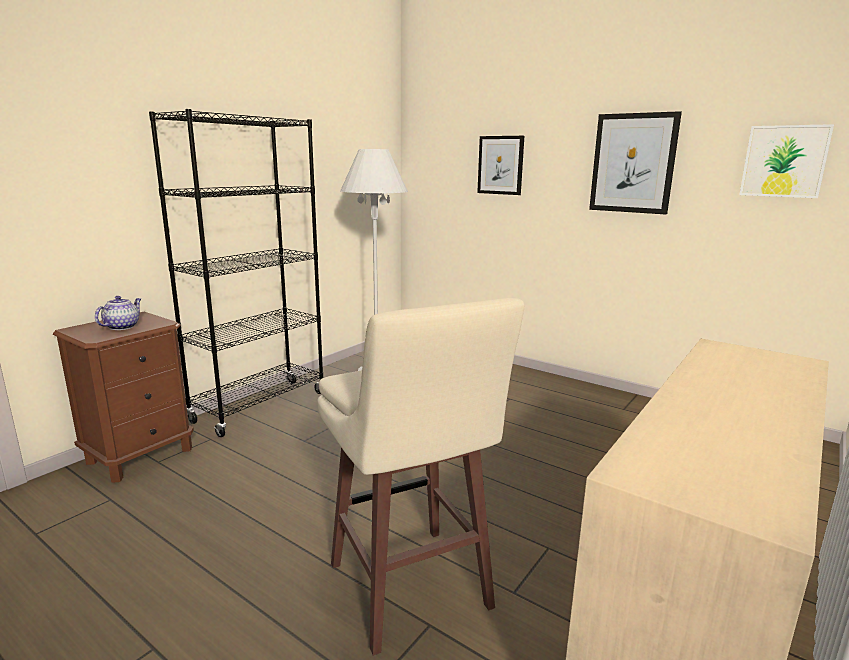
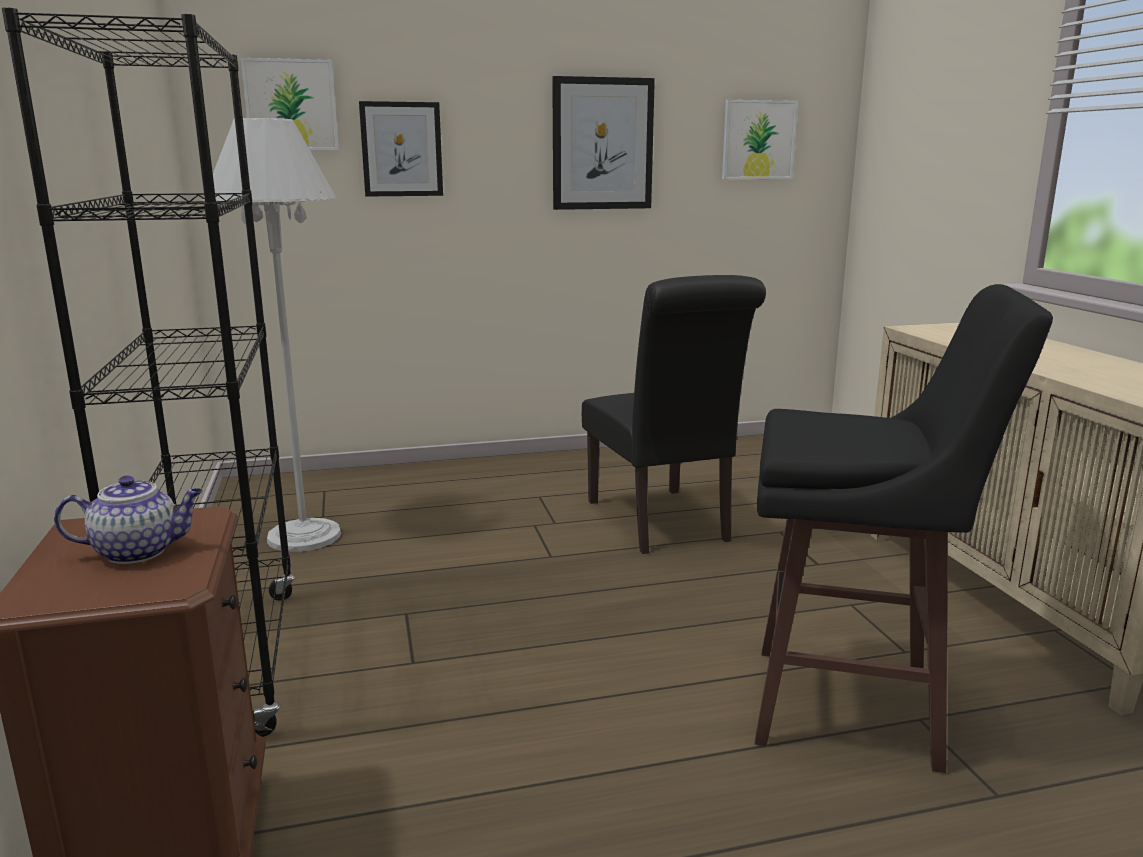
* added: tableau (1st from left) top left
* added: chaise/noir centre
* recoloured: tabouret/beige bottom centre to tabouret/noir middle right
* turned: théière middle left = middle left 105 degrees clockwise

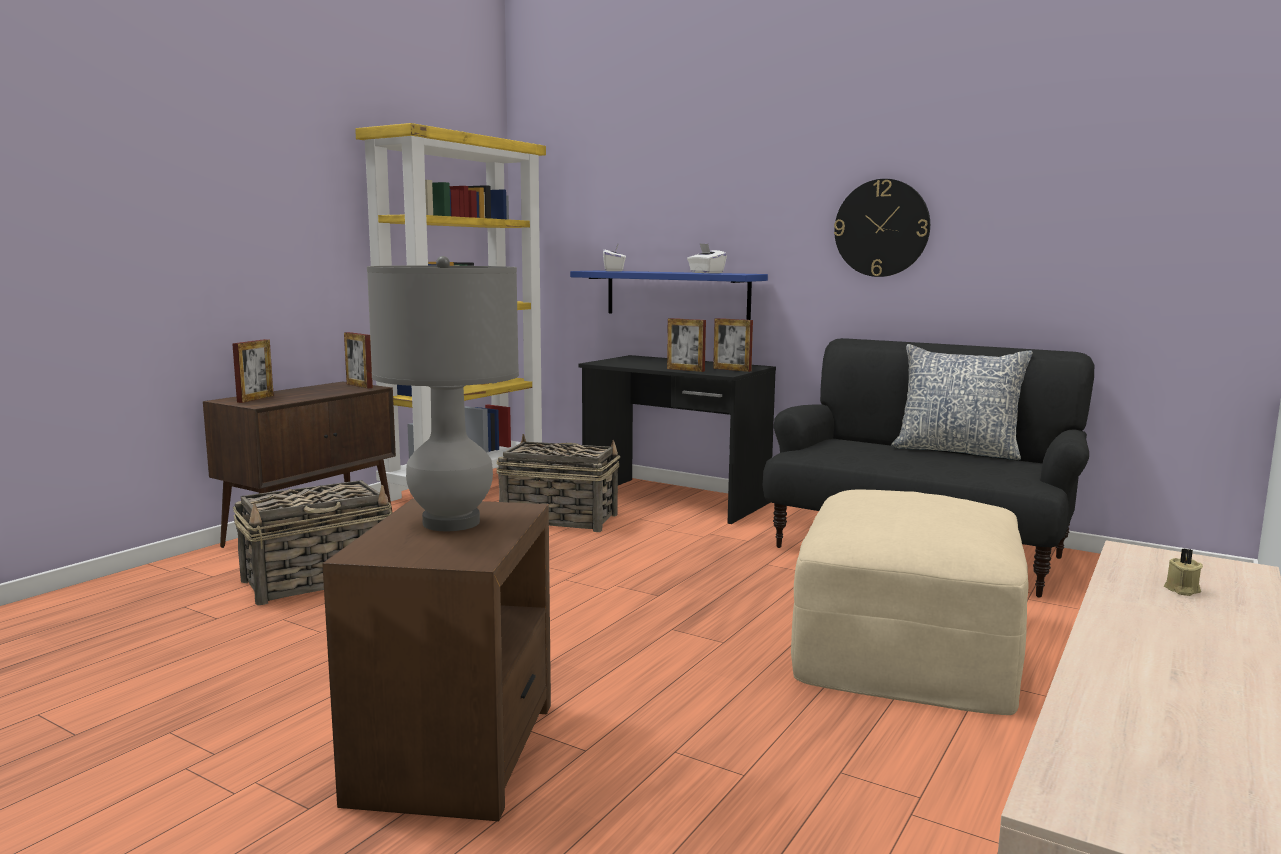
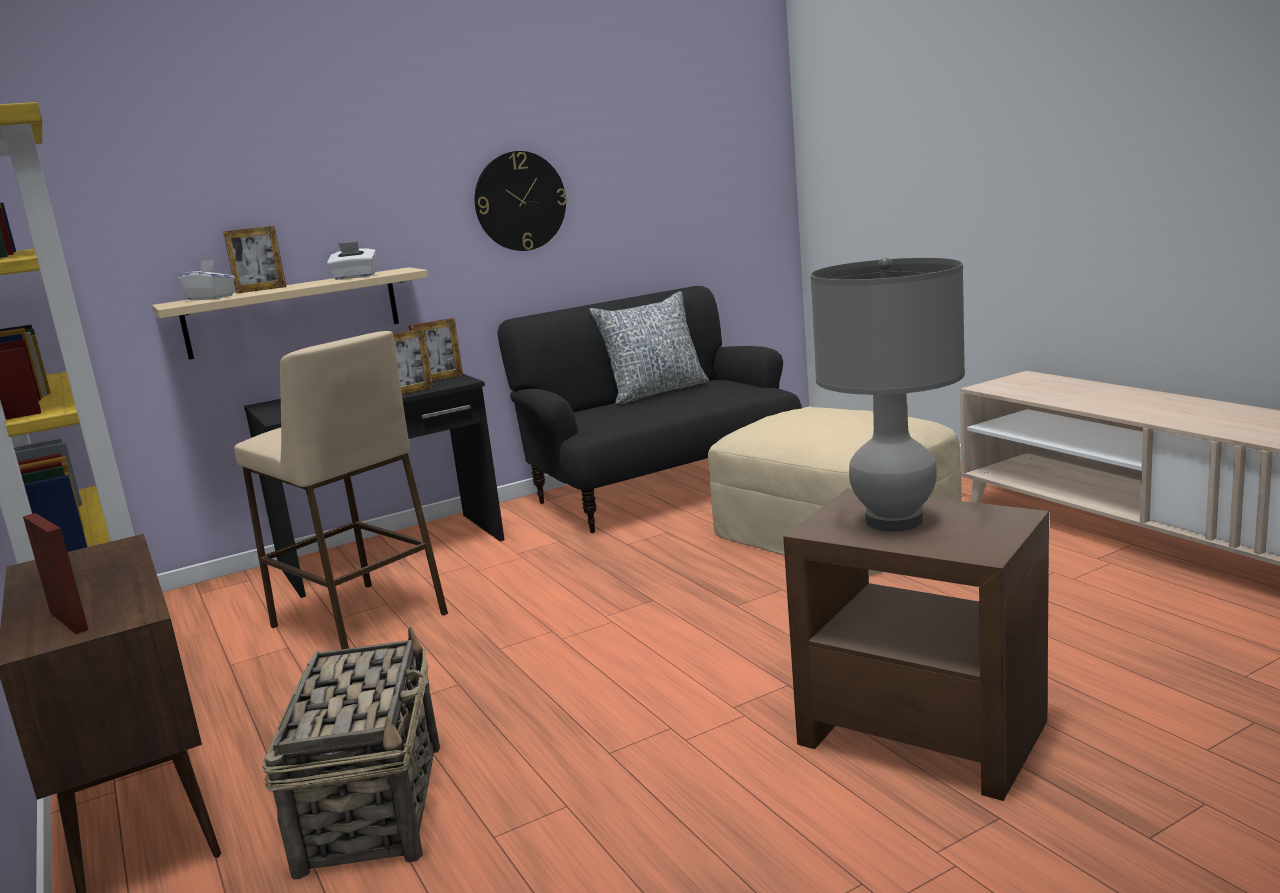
* removed: bougie/beige bottom right
* moved: cadre photo (2nd from left) middle left to top left
* replaced: panier (2nd from left) centre to tabouret/beige middle left
* recoloured: étagère/bleu centre to étagère/beige middle left

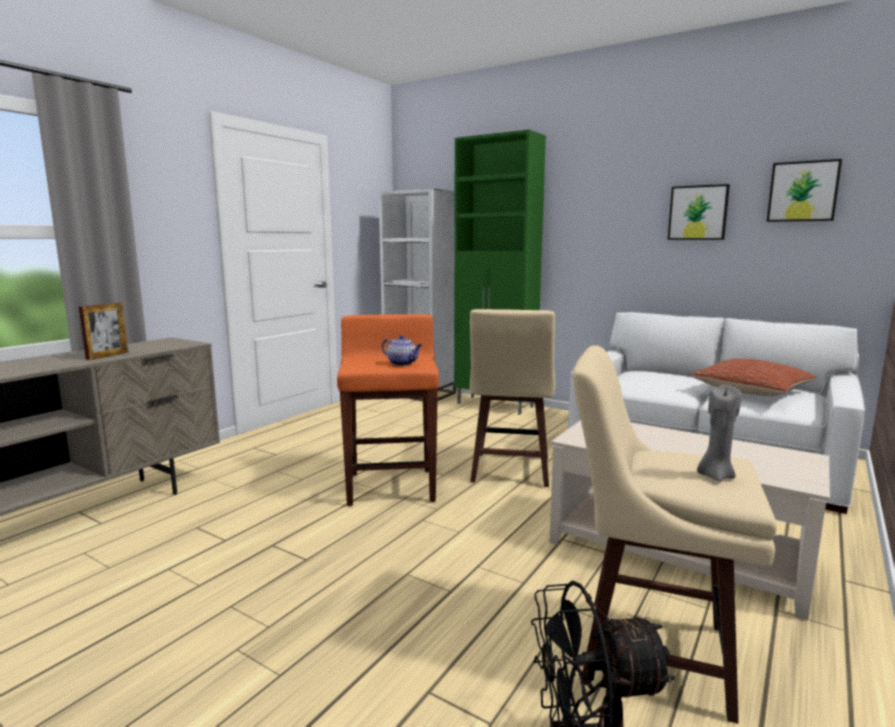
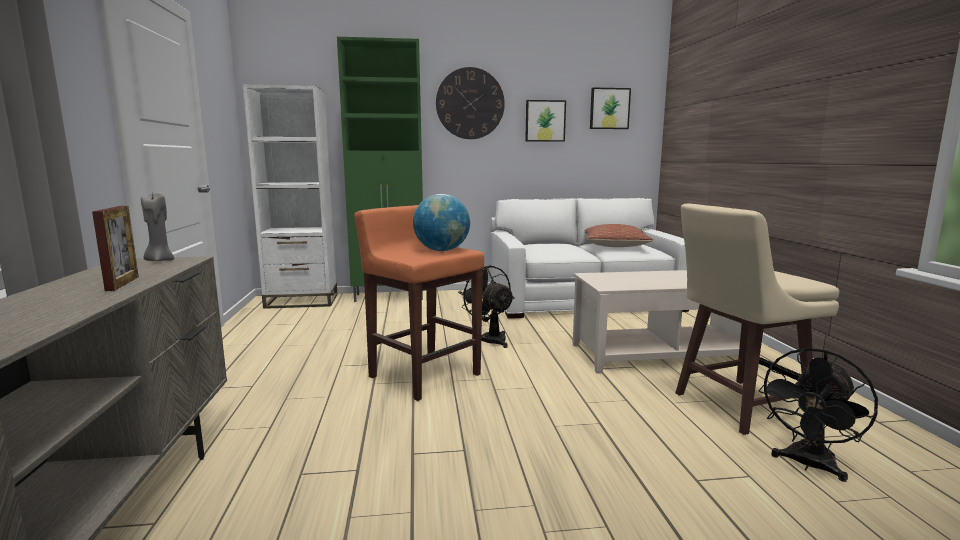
* added: horloge murale top centre
* moved: bougie/gris middle right to middle left
* replaced: théière centre to globe centre
* replaced: tabouret/beige (1st from left) centre to ventilateur/noir (1st from left) centre

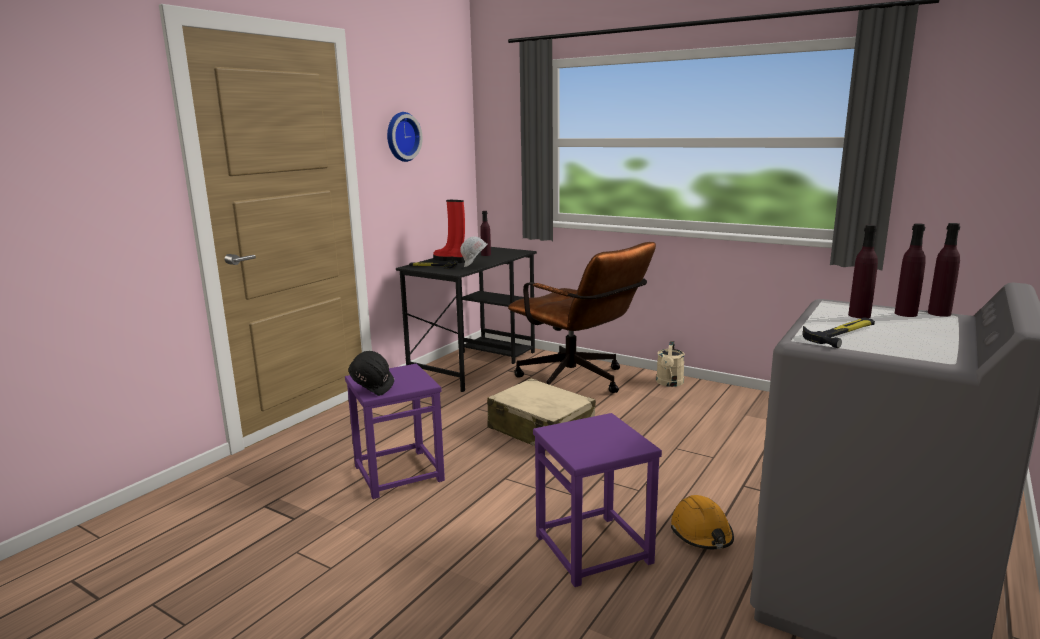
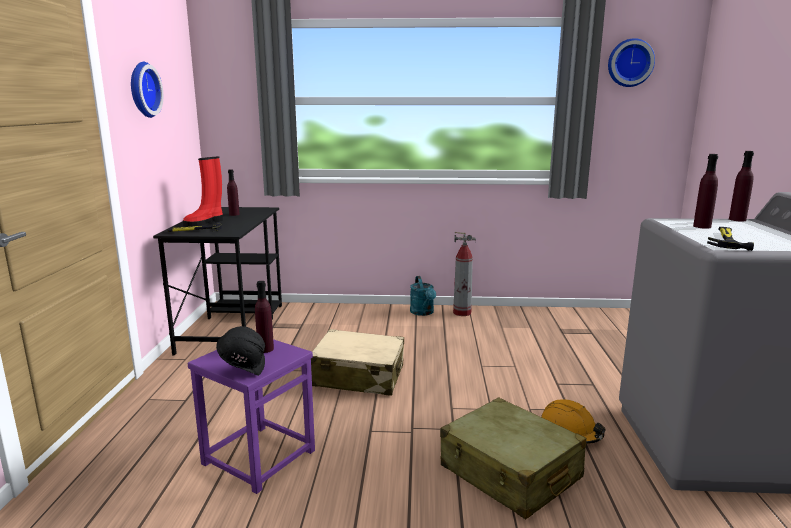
* removed: casque de chantier/blanc centre
* removed: chaise de bureau/marron centre
* added: extincteur centre
* added: horloge murale (2nd from left) top right
* moved: bouteille/violet (3rd from left in the first image) middle right to bouteille/violet (2nd from left) centre
* replaced: tabouret/violet (2nd from left) bottom centre to valise/beige (2nd from left) bottom centre
* recoloured: arrosoir/beige centre to arrosoir/turquoise centre
* turned: botte/rouge centre = middle left 60 degrees counterclockwise

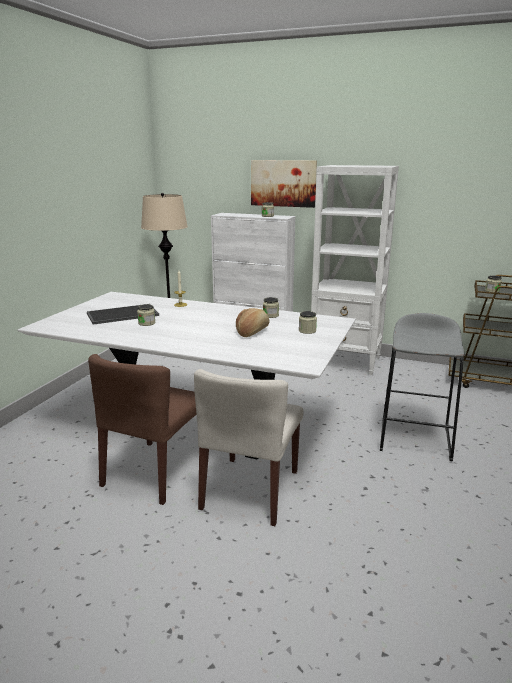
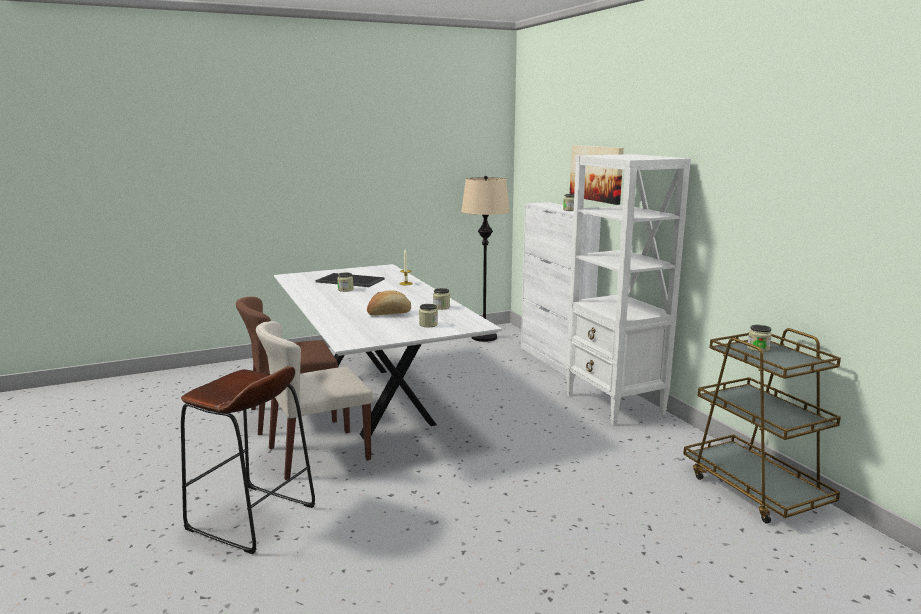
* removed: tabouret/gris middle right
* added: tabouret/marron bottom left

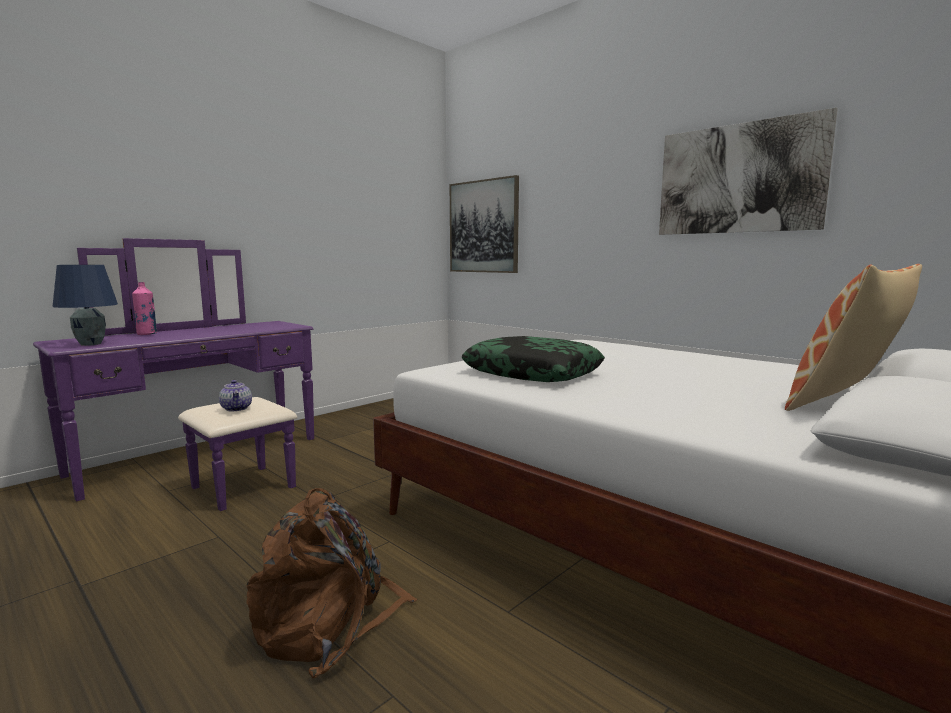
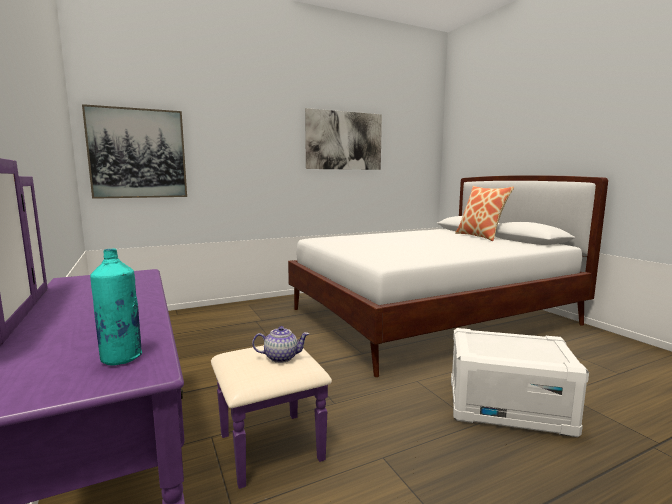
* removed: bouteille/rose middle left
* removed: coussin (1st from left) centre
* replaced: lampe de table/bleu middle left to bouteille/turquoise middle left
* replaced: sac à dos/marron bottom centre to boîte de rangement/blanc bottom right

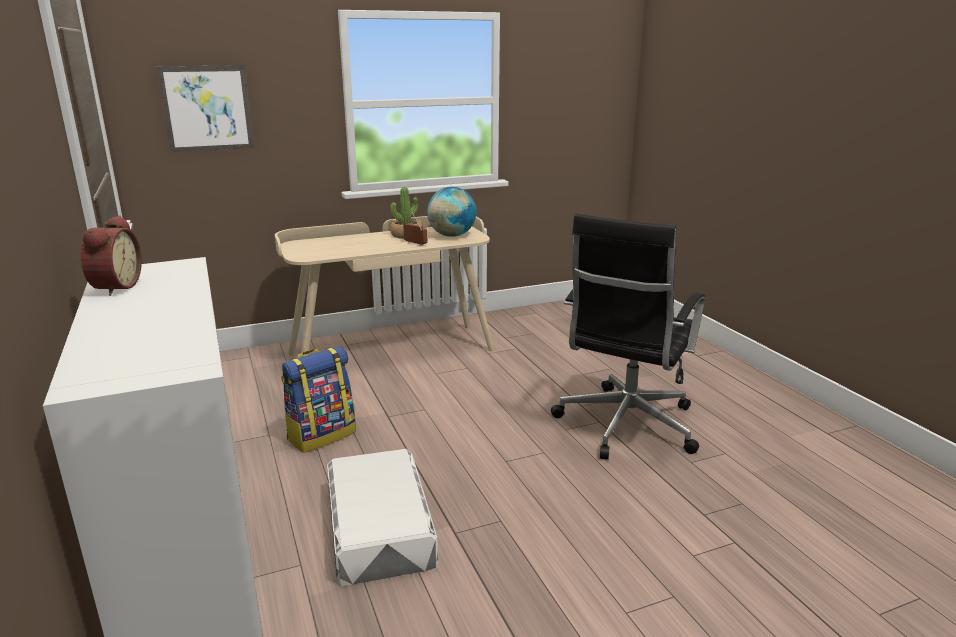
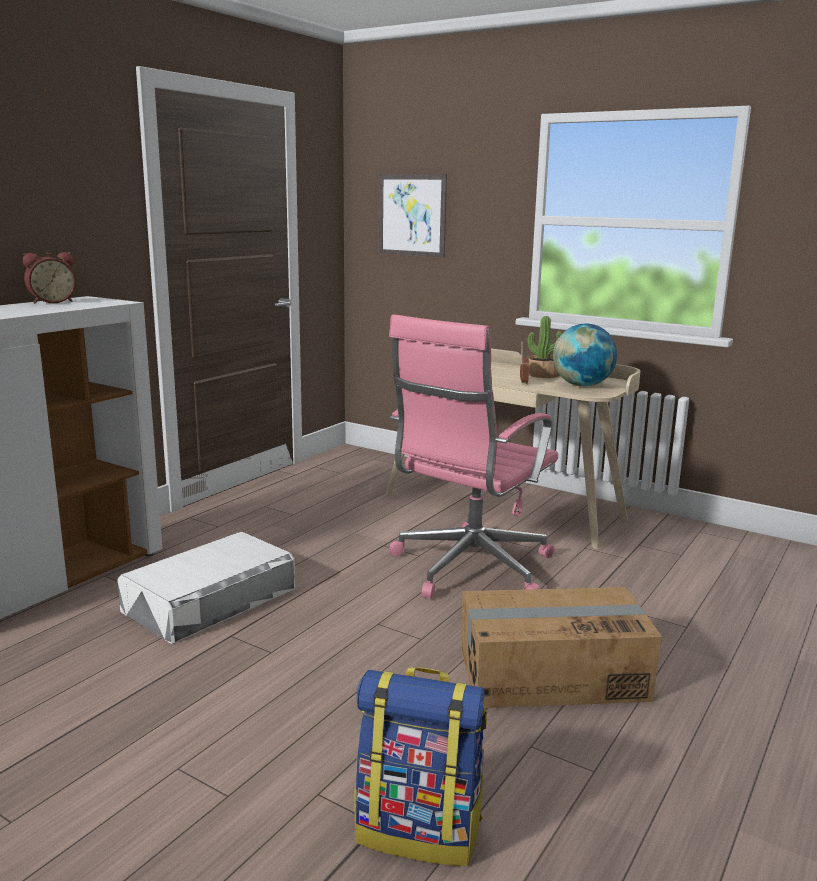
* added: chaise de bureau/rose centre
* moved: sac à dos middle left to bottom centre
* replaced: chaise de bureau/noir centre to carton bottom right

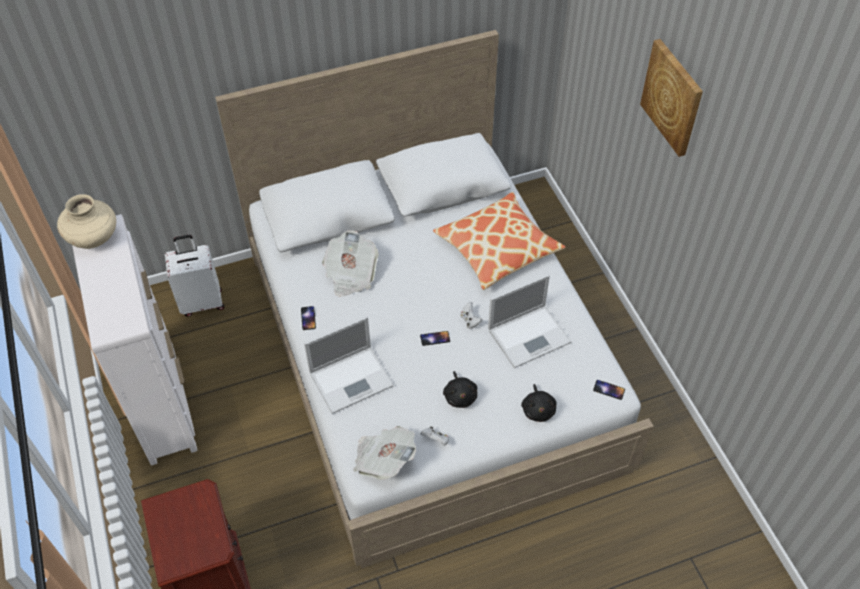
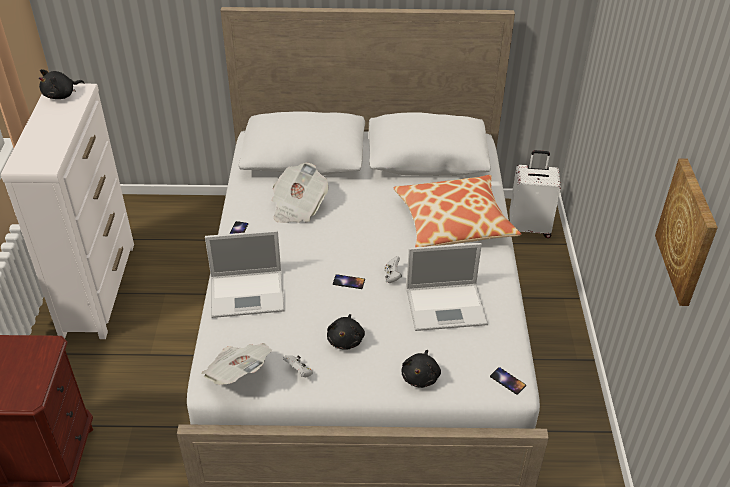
* moved: valise/blanc middle left to middle right
* moved: tableau top right to middle right
* replaced: vase/beige middle left to peluche/noir (1st from left) top left

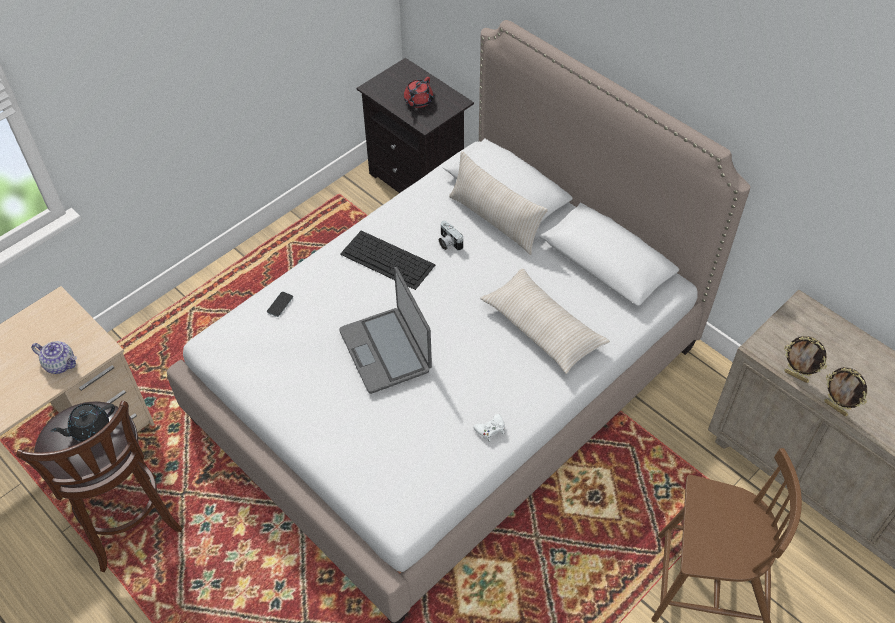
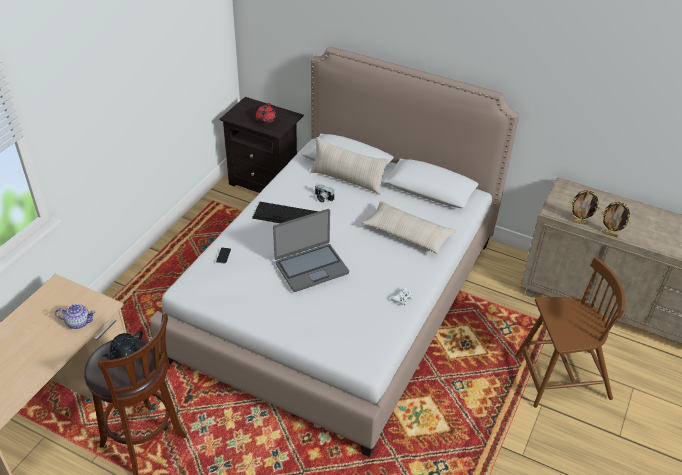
* turned: ordinateur portable centre = centre 75 degrees counterclockwise

